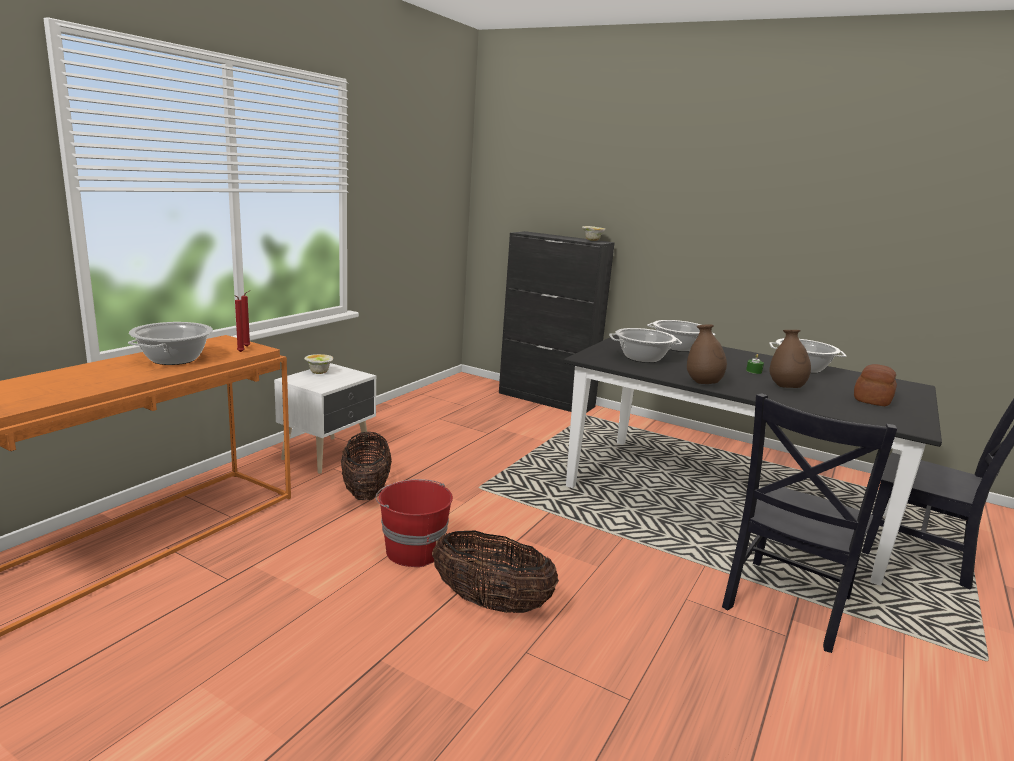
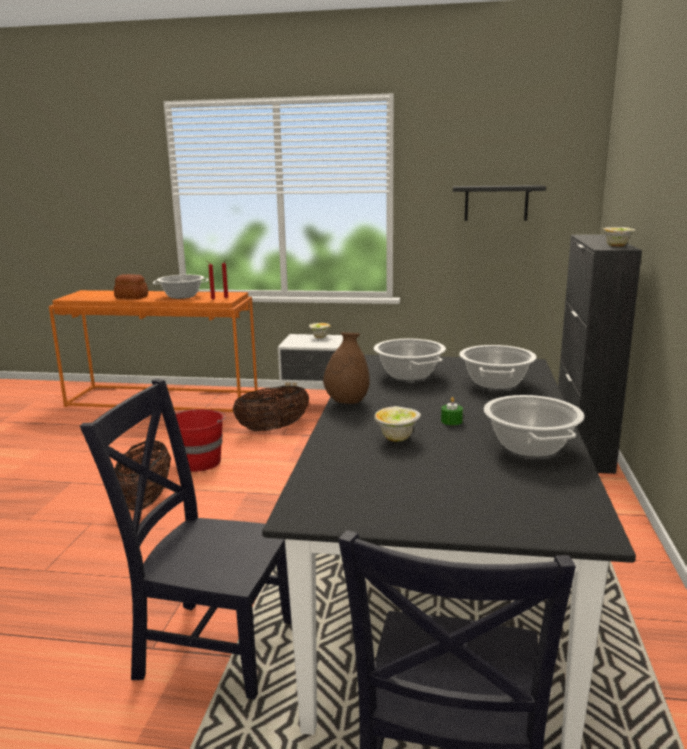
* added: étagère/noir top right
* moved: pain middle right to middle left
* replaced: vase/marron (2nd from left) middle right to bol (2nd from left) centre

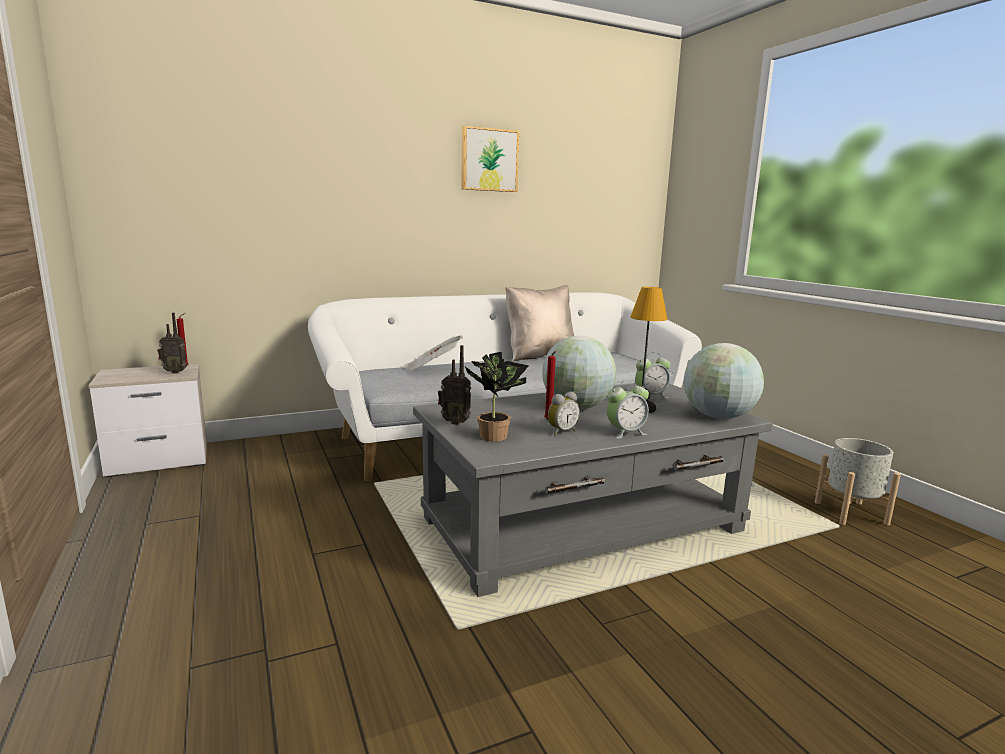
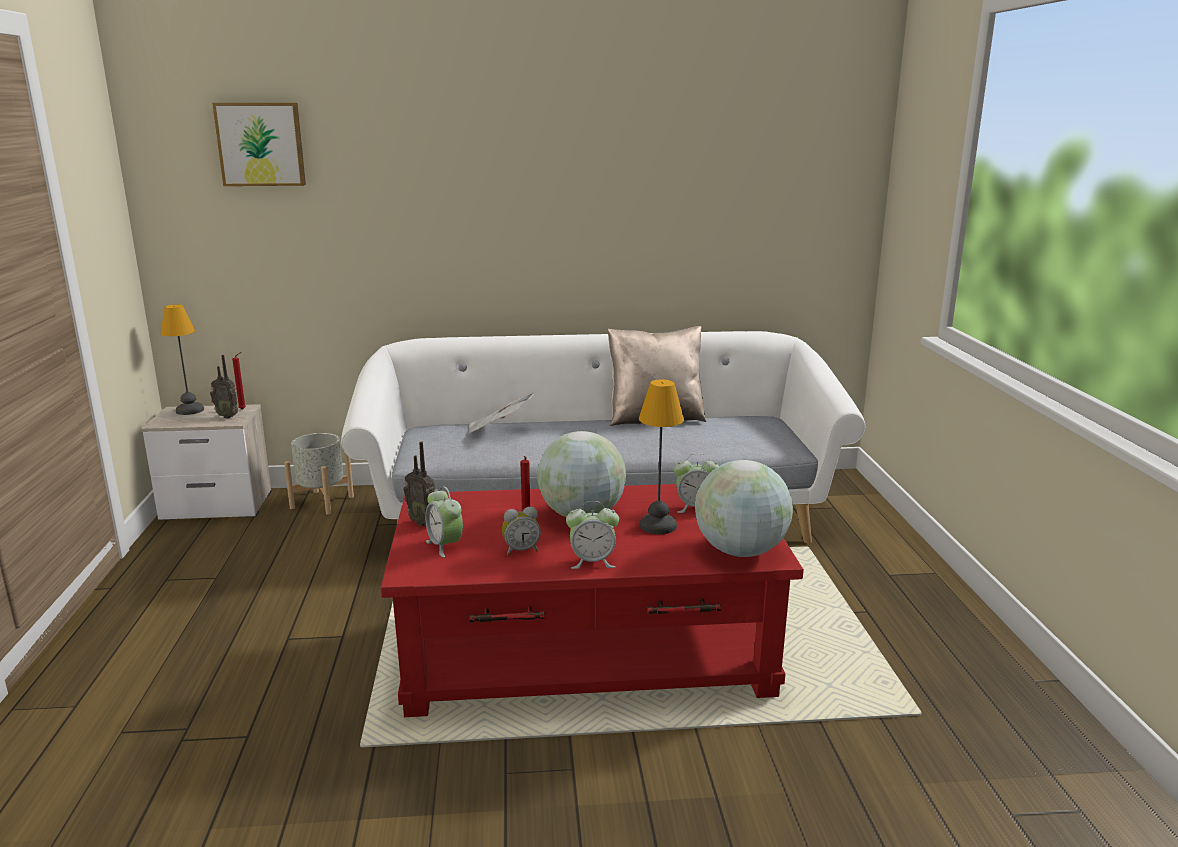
* added: lampe de table (1st from left) middle left
* moved: tableau top centre to top left
* moved: cache-pot/gris middle right to middle left
* replaced: plante en pot centre to réveil (1st from left) centre
* recoloured: table basse/gris centre to table basse/rouge bottom centre

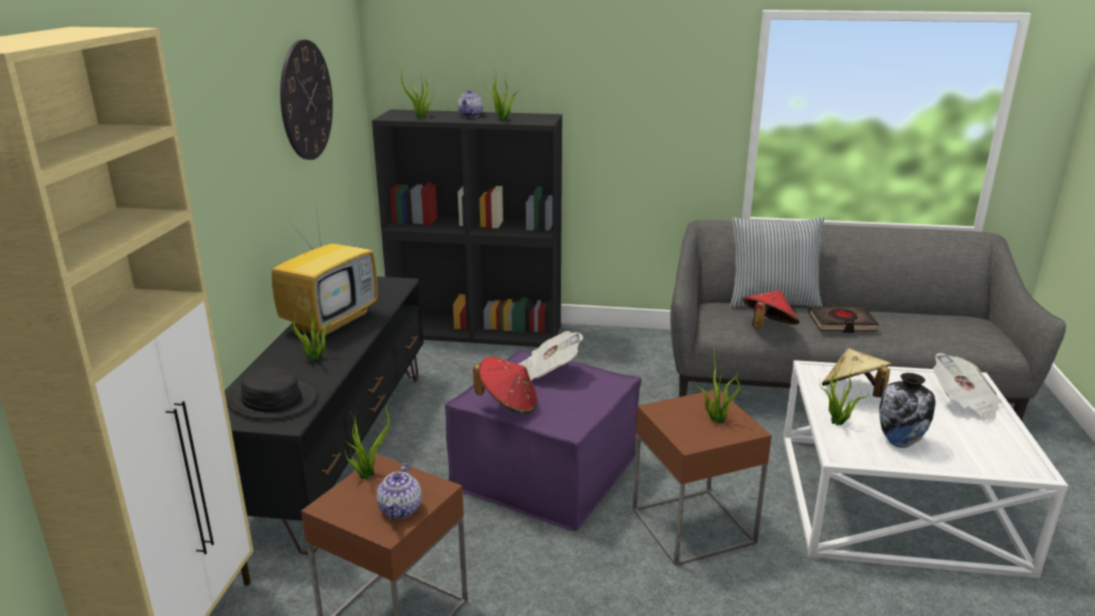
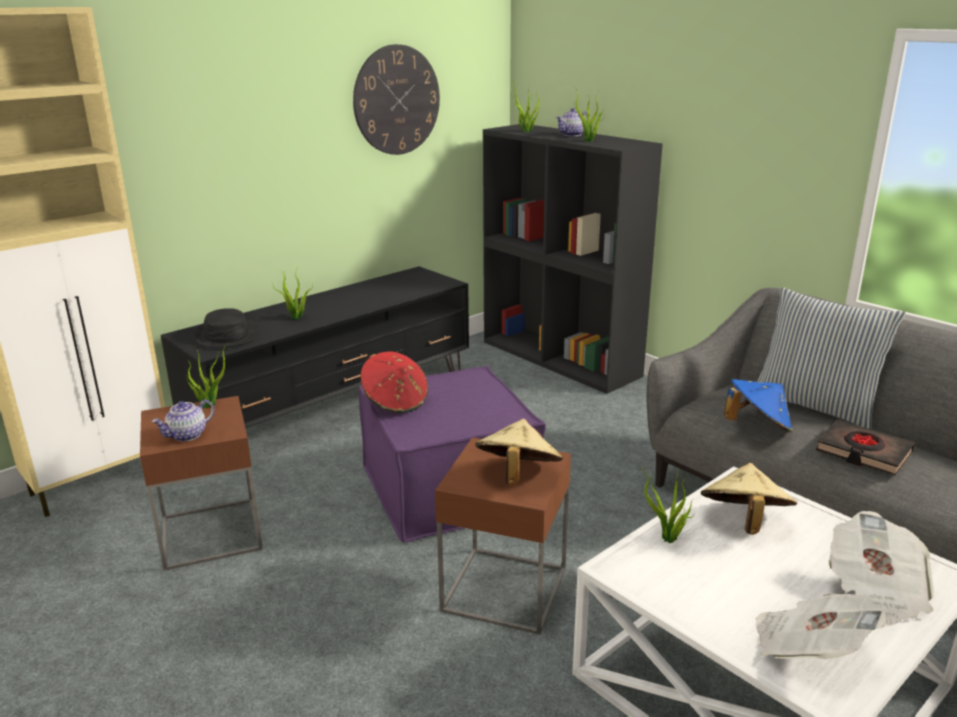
* removed: téléviseur middle left
* removed: vase middle right
* moved: journal (1st from left) centre to bottom right
* replaced: plante en pot (5th from left) centre to chapeau/beige (1st from left) centre
* recoloured: chapeau/rouge (2nd from left) middle right to chapeau/bleu middle right

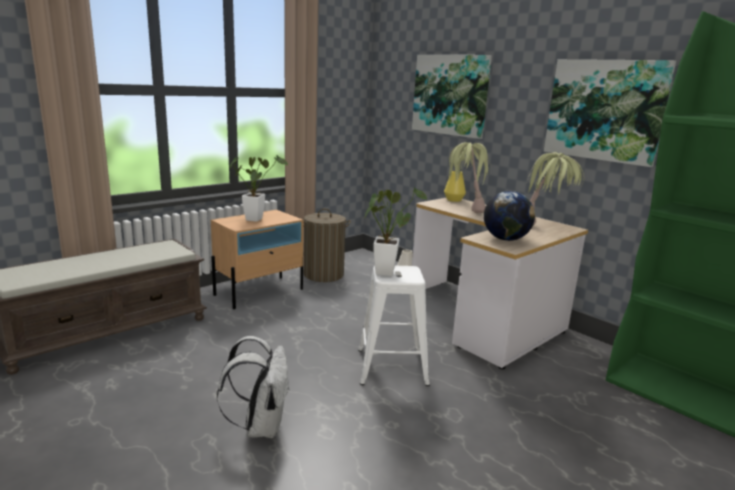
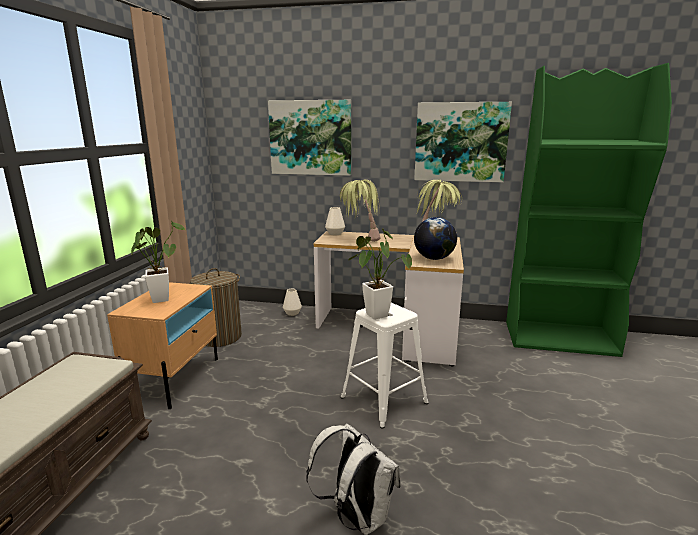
* recoloured: vase/jaune centre to vase/blanc (2nd from left) centre

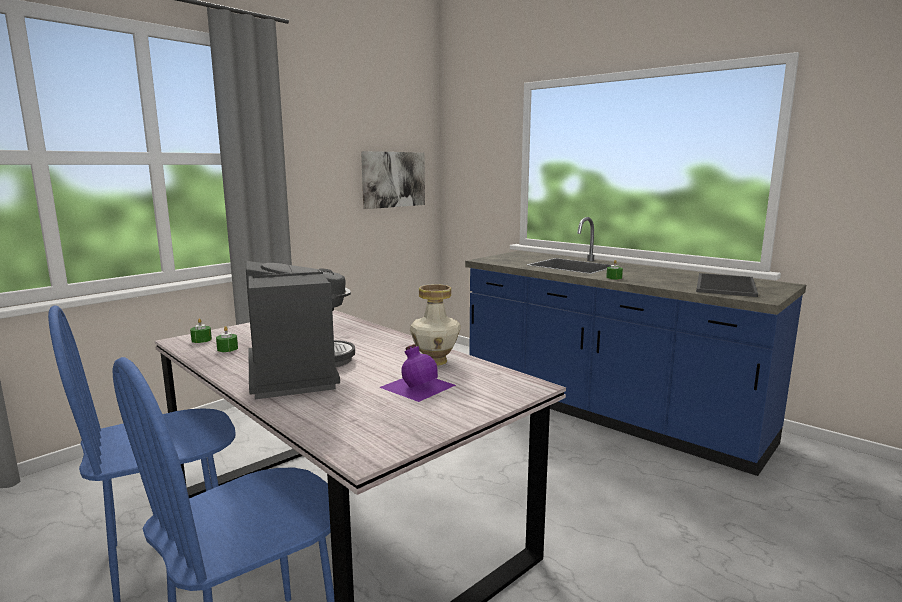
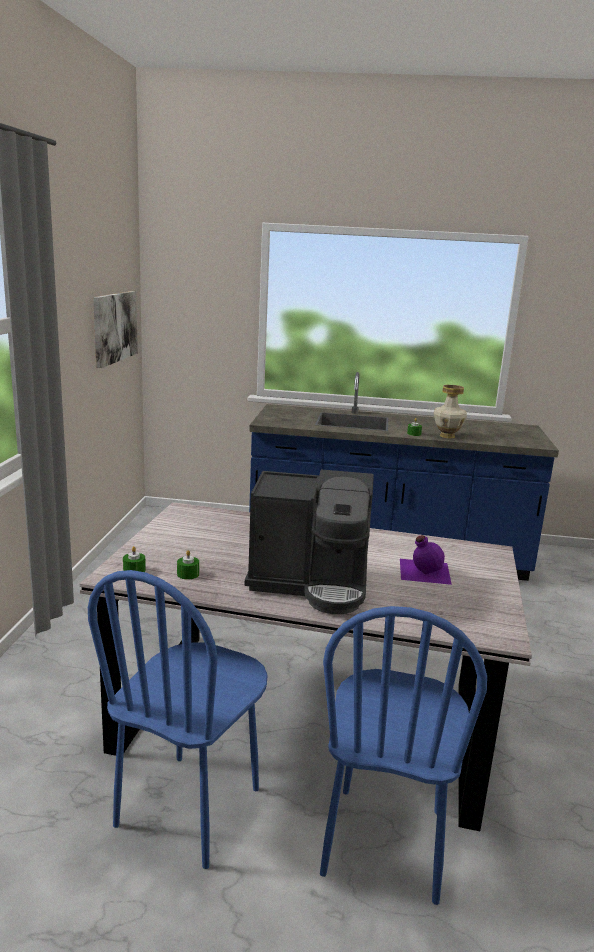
* removed: plateau middle right
* moved: vase centre to middle right
* turned: machine à café middle left = centre 150 degrees clockwise

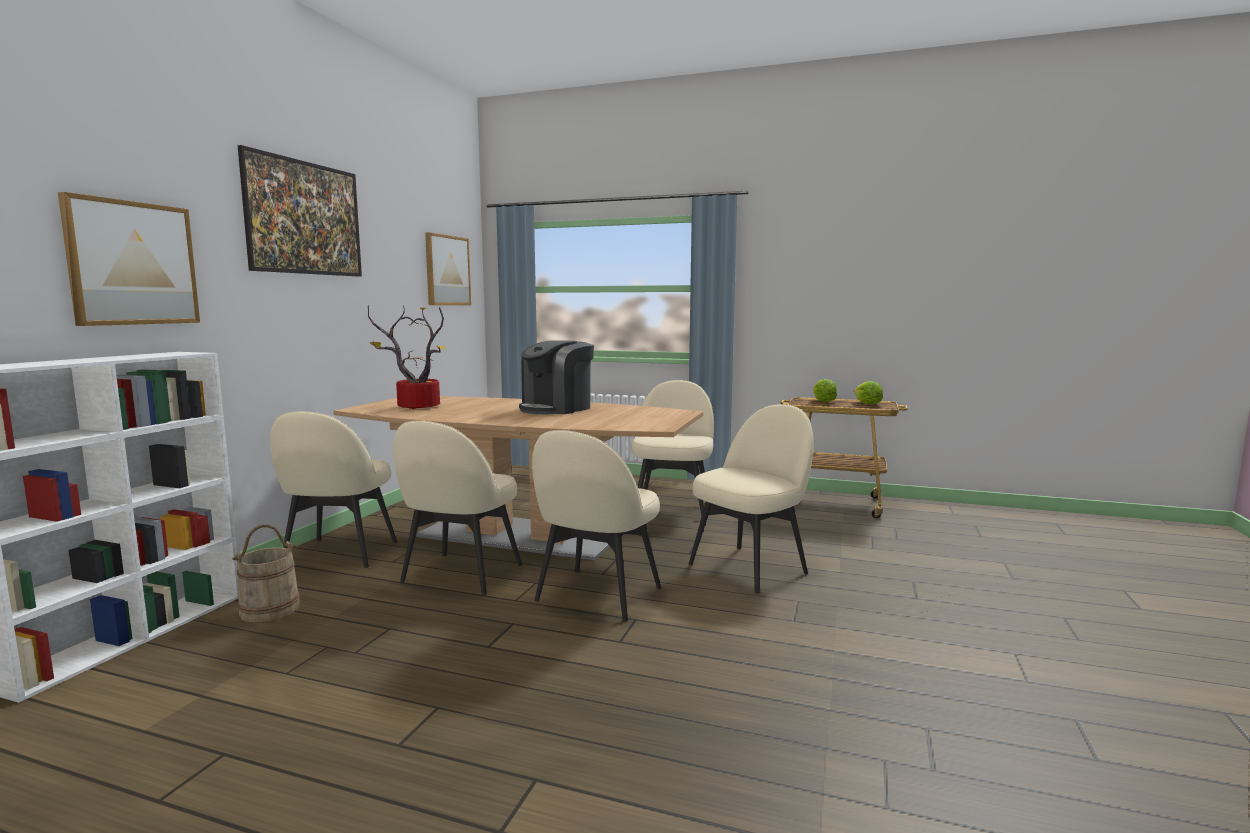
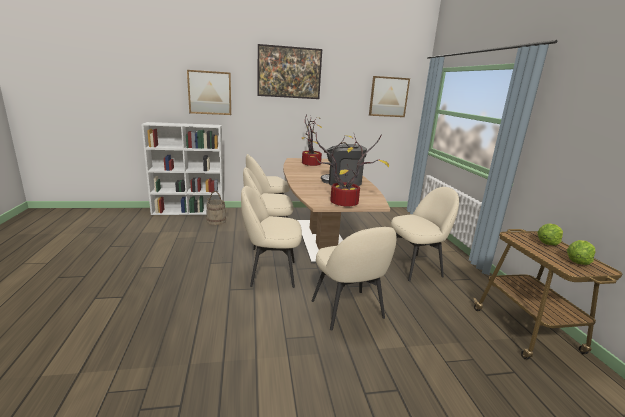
* added: plante en pot (2nd from left) centre
* turned: chaise/beige (5th from left in the first image) centre = bottom centre 45 degrees clockwise

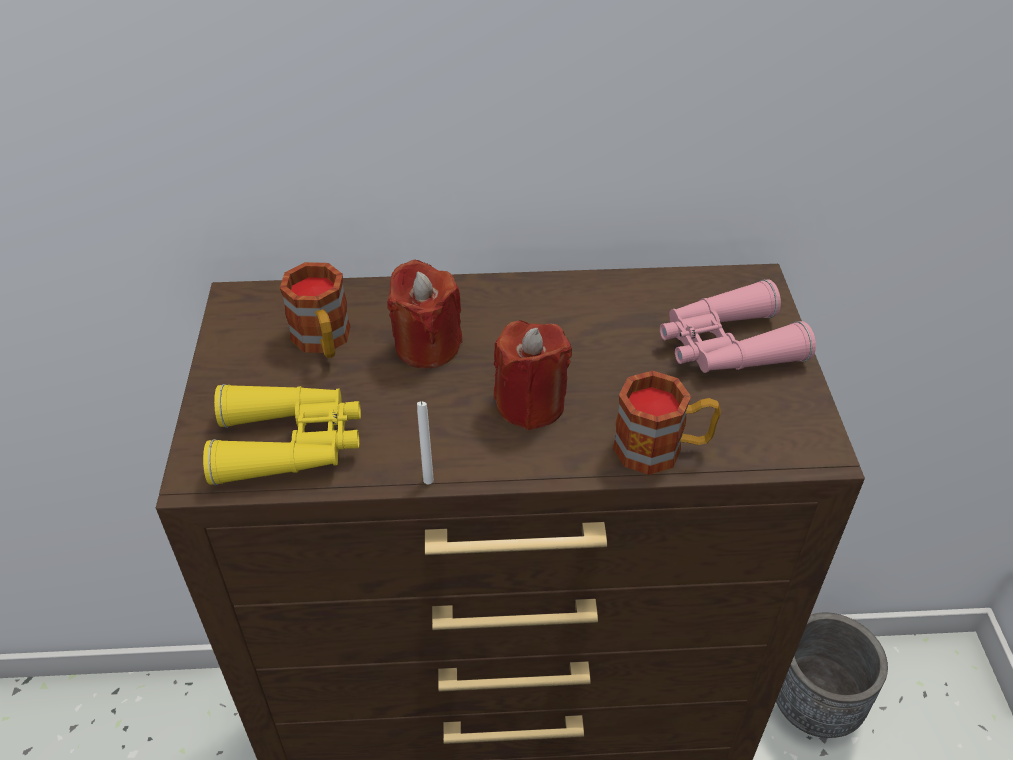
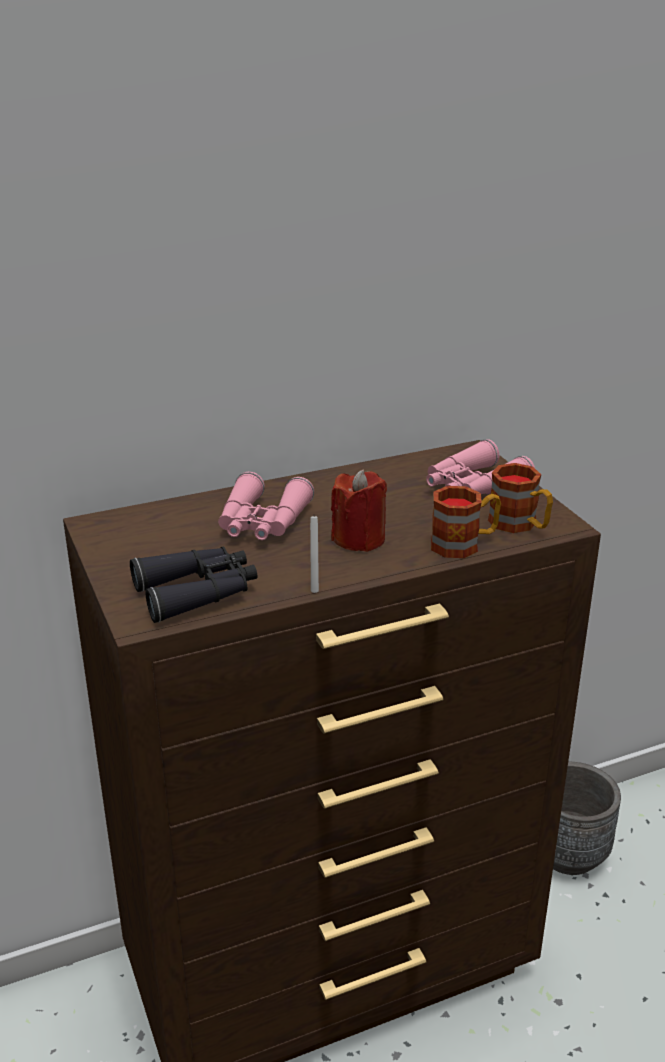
* moved: mug (1st from left in the first image) middle left to mug (2nd from left) middle right
* replaced: bougie/rouge (1st from left) centre to jumelles/rose (1st from left) centre
* recoloured: jumelles/jaune middle left to jumelles/noir middle left

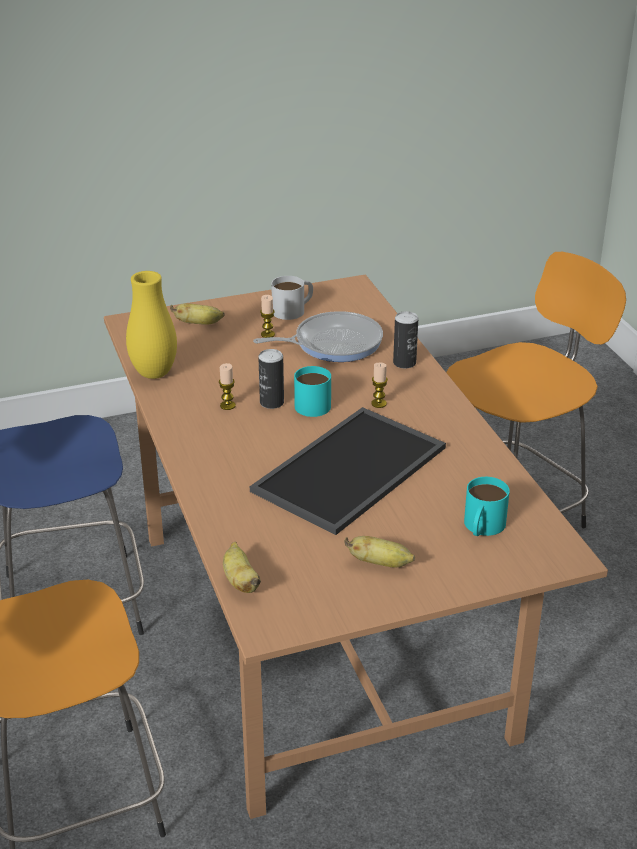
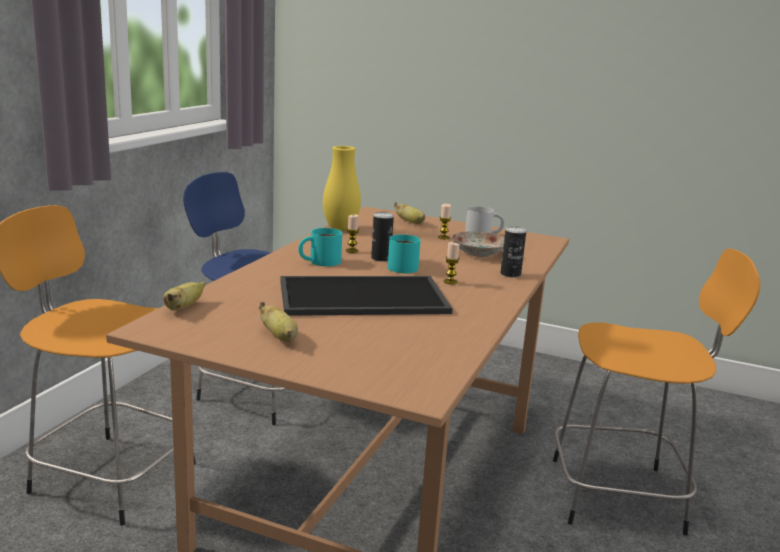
* moved: mug/turquoise (2nd from left in the first image) middle right to mug/turquoise (1st from left) centre
* replaced: poêle centre to assiette centre

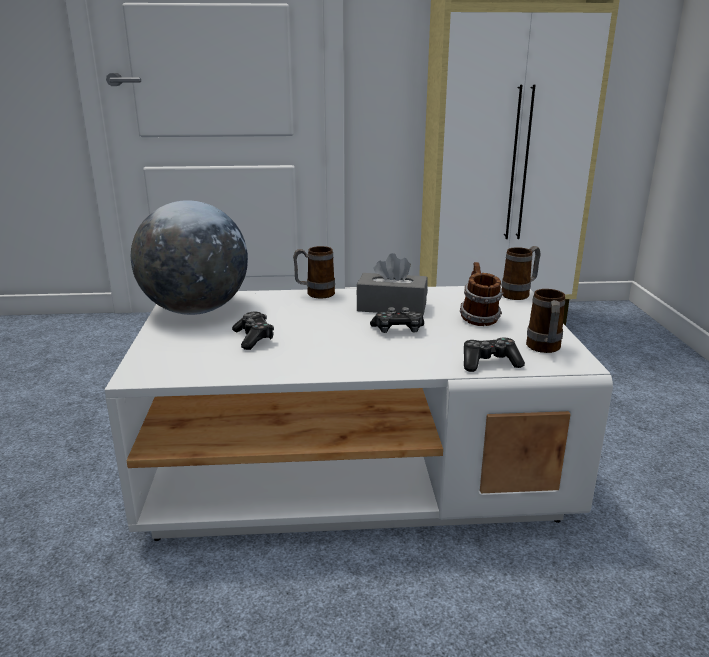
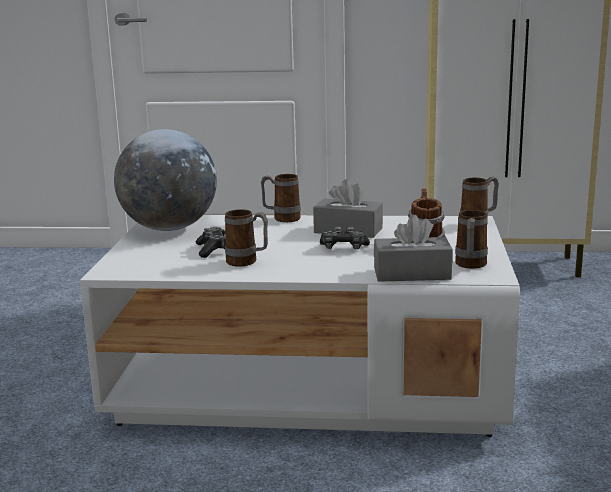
* added: mug (1st from left) centre
* replaced: manette (3rd from left) middle right to boîte à mouchoirs/gris (2nd from left) middle right

